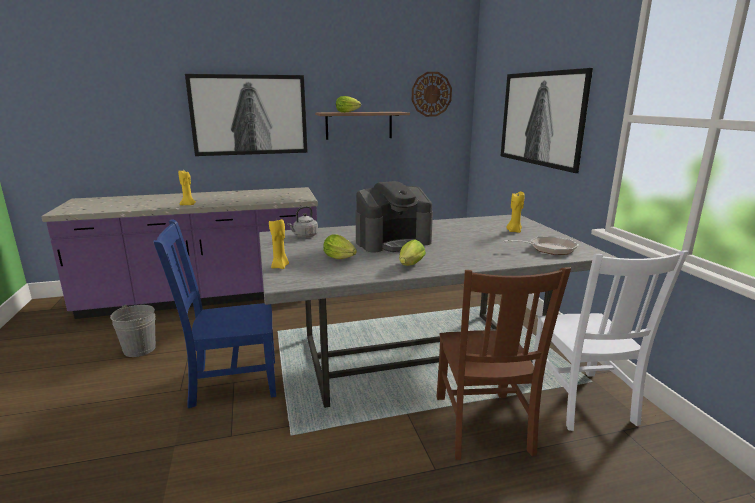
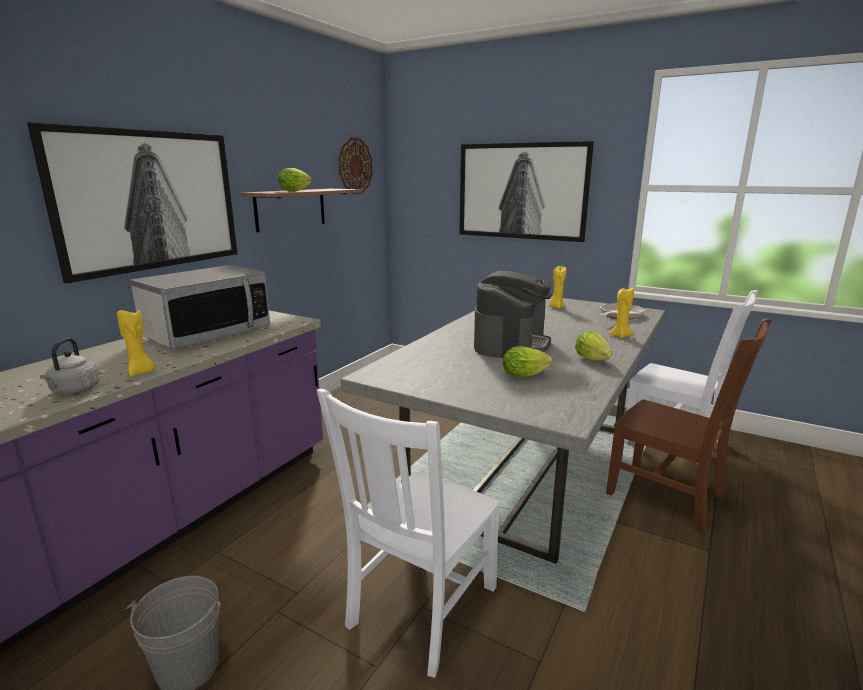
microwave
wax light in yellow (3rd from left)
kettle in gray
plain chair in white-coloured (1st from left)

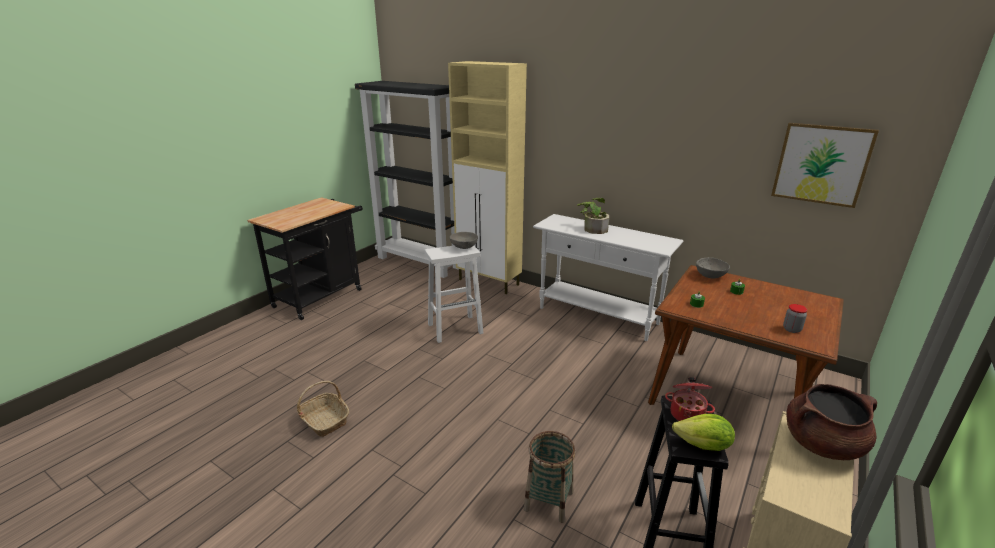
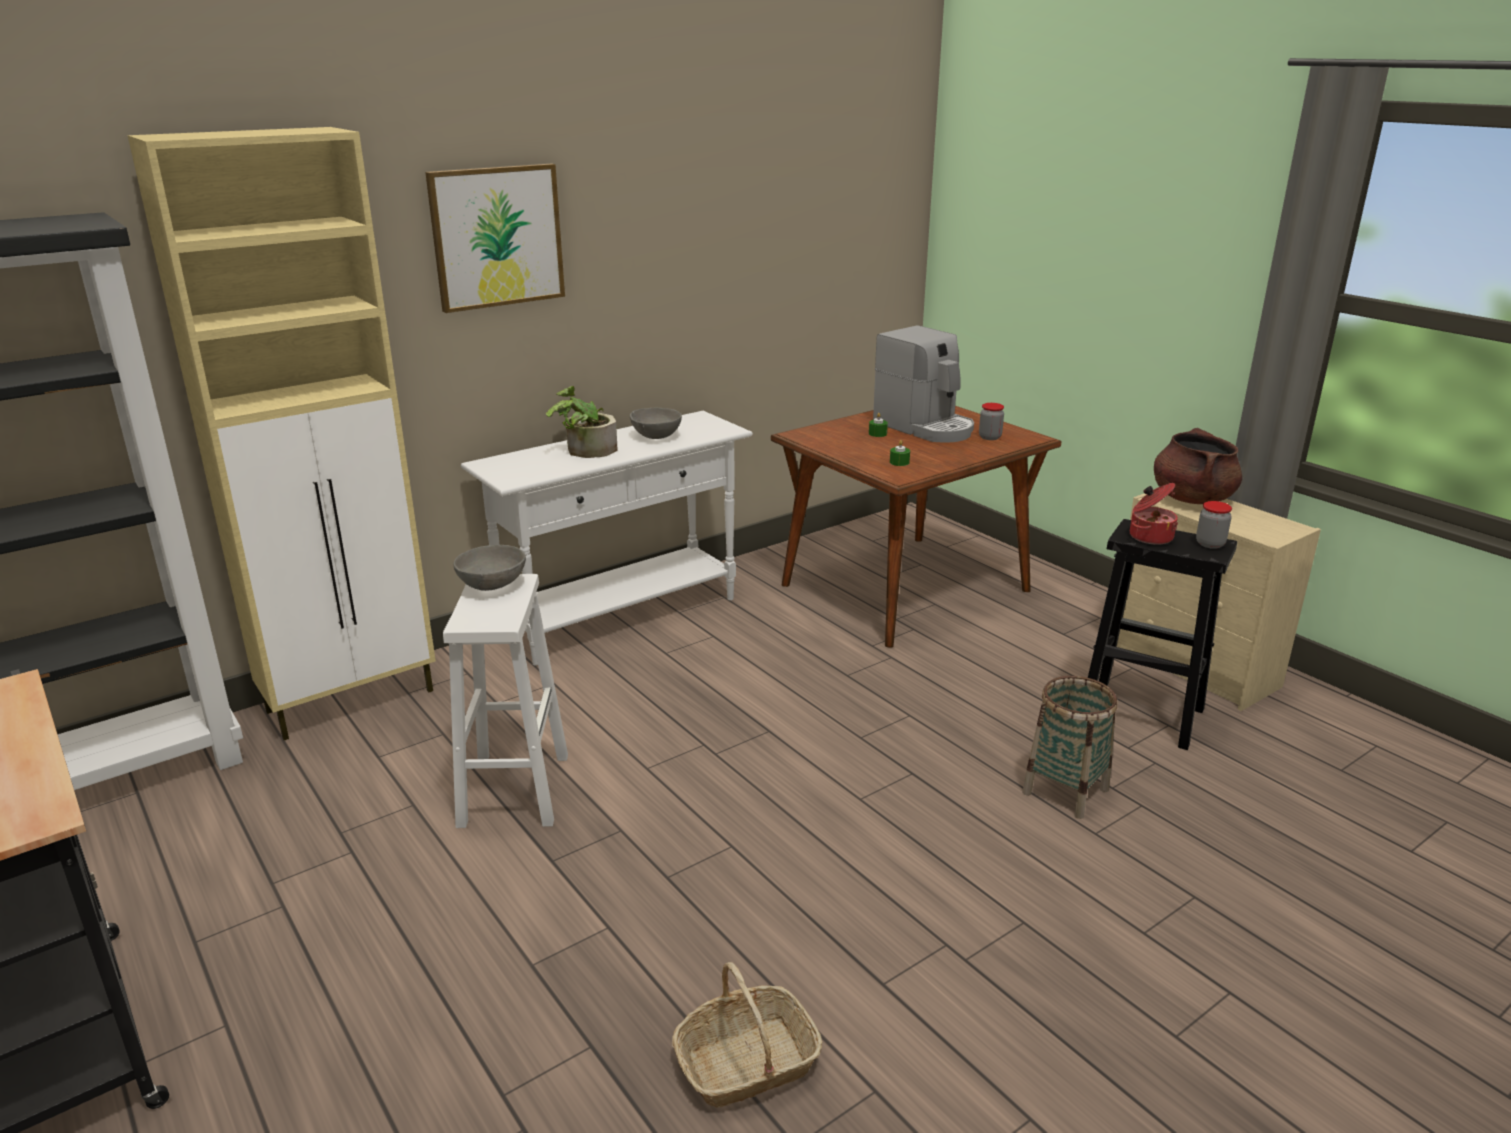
coffee machine
bowl in gray (2nd from left)
wall picture
preserve jar (2nd from left)

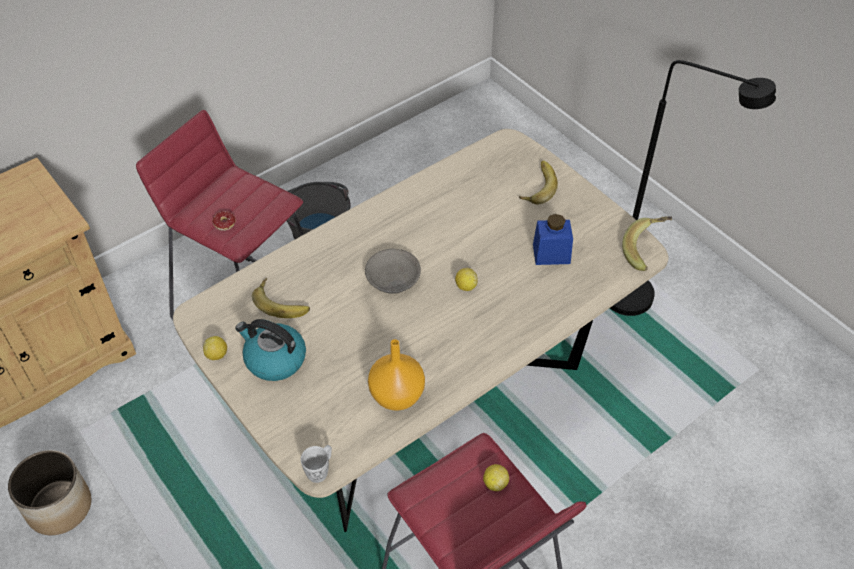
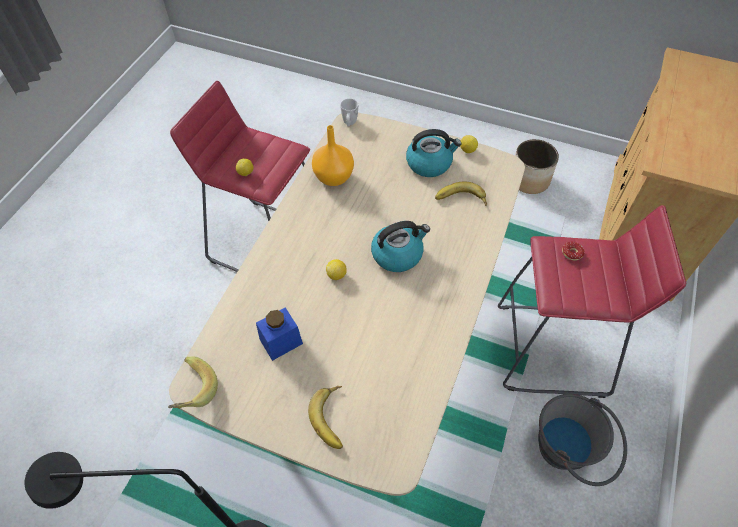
kettle (1st from left)

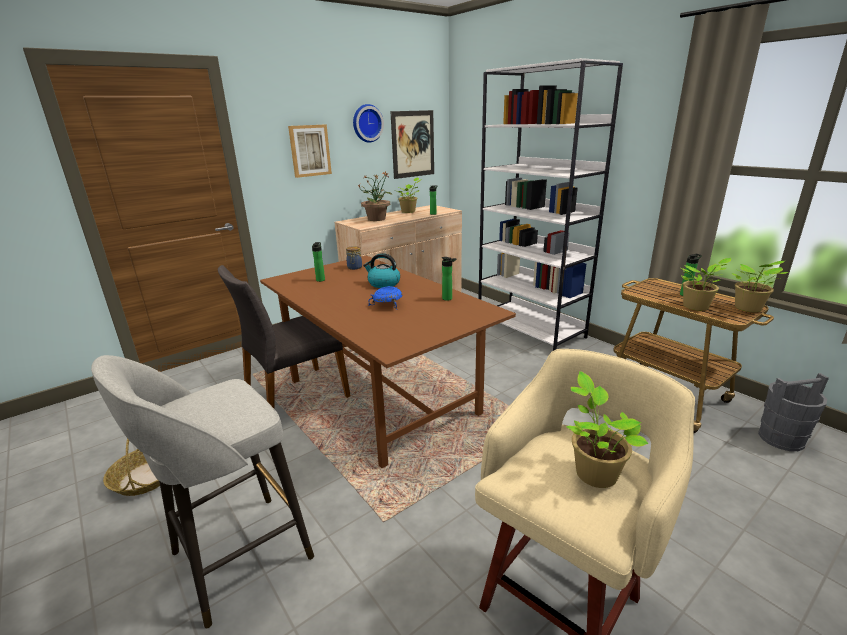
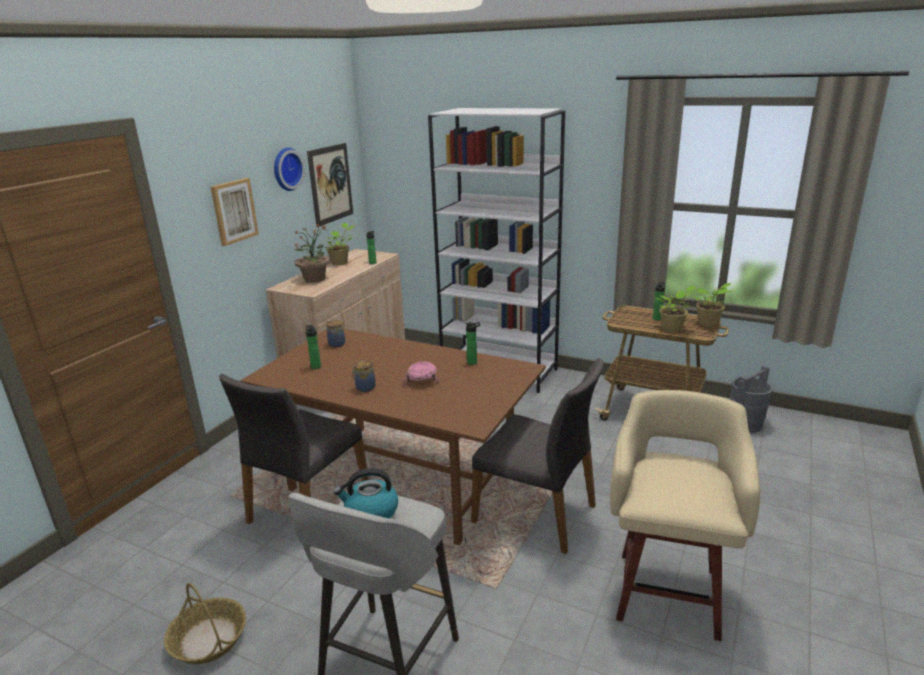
plant in a pot (3rd from left in the first image)
preserve jar (2nd from left)
plain chair in gray (2nd from left)
kettle
bowl in pink-coloured

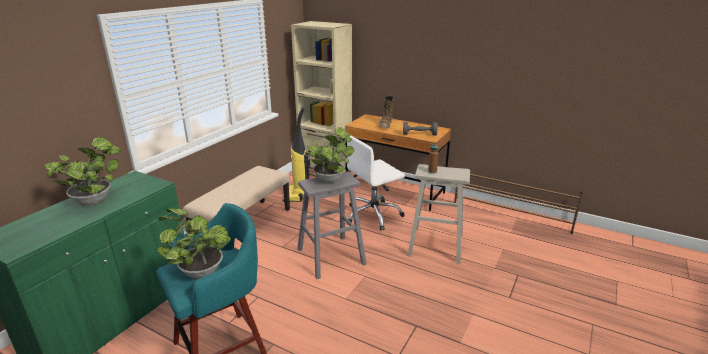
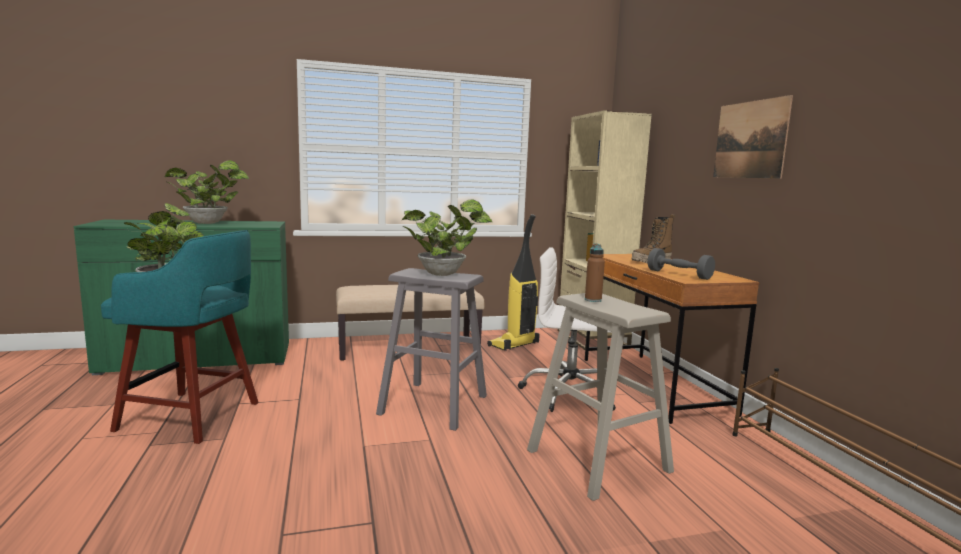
wall picture

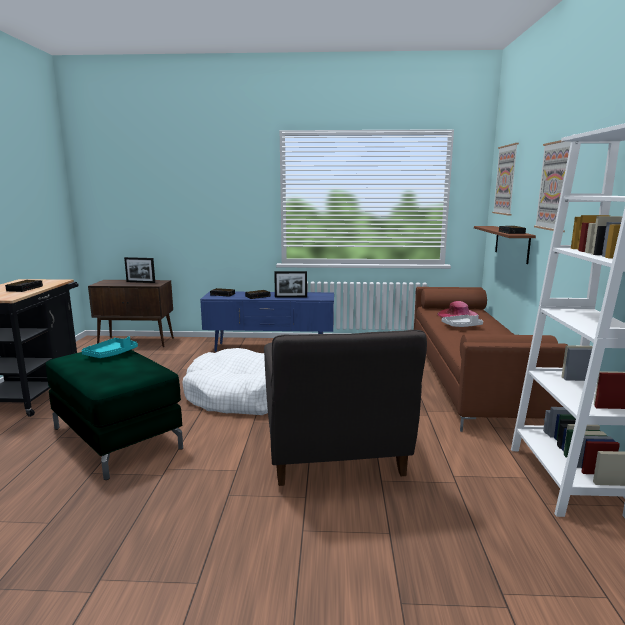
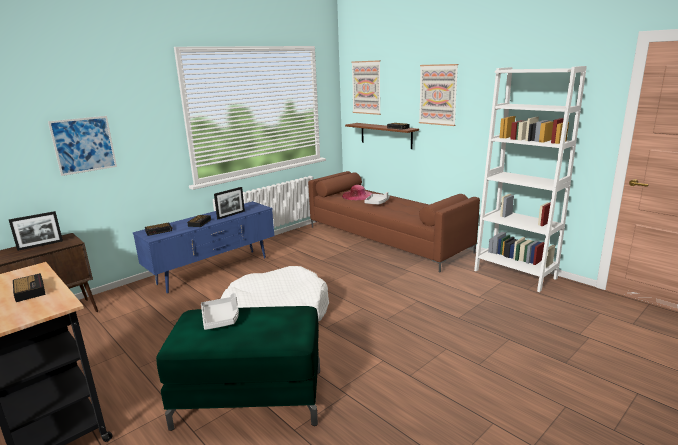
lounge chair in gray
wall picture (1st from left)
tray in gray (1st from left)

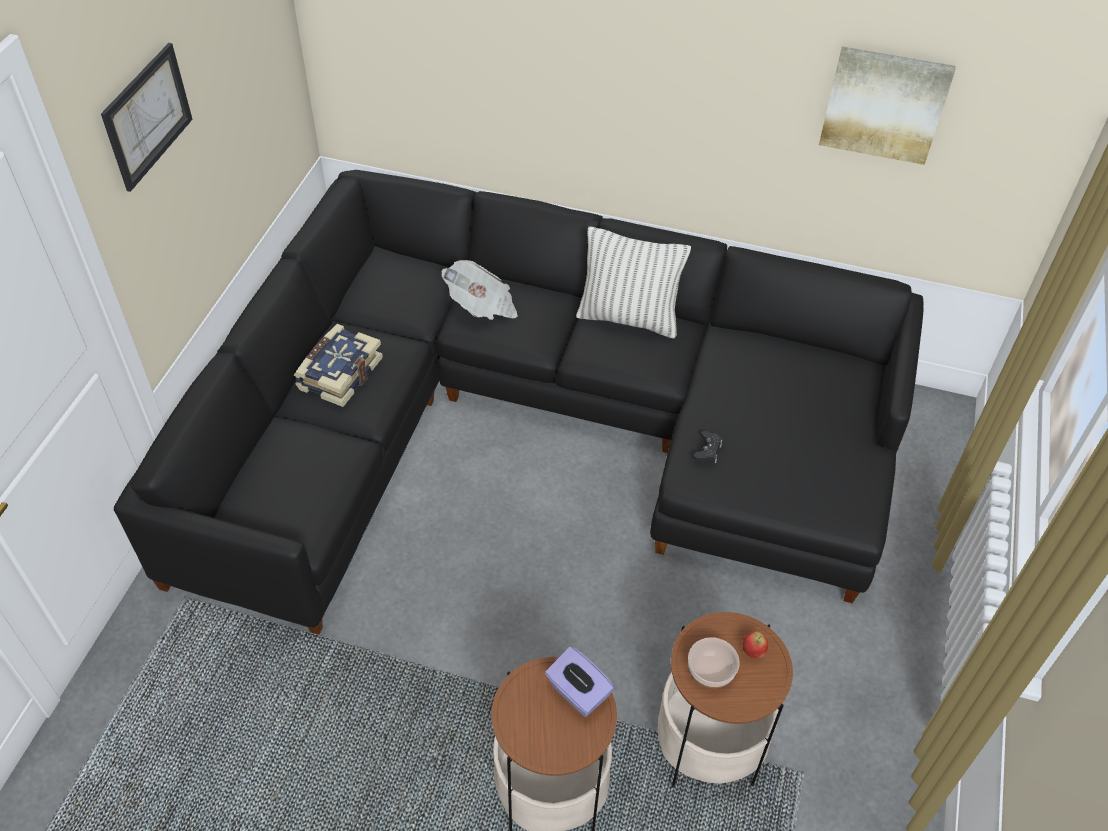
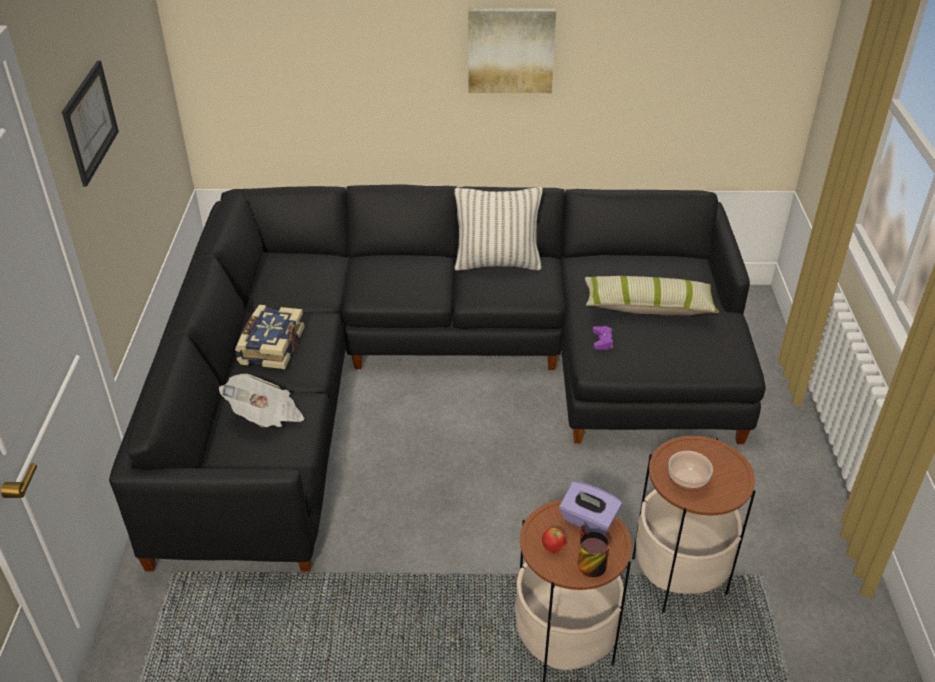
mug
cushion (2nd from left)
printed paper
apple
wall picture (2nd from left)
joypad in purple

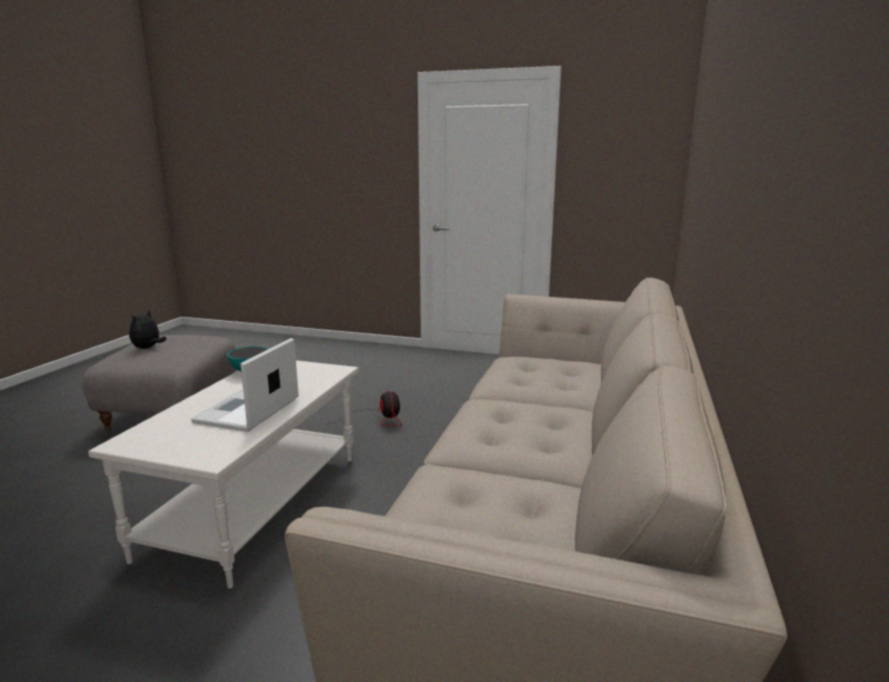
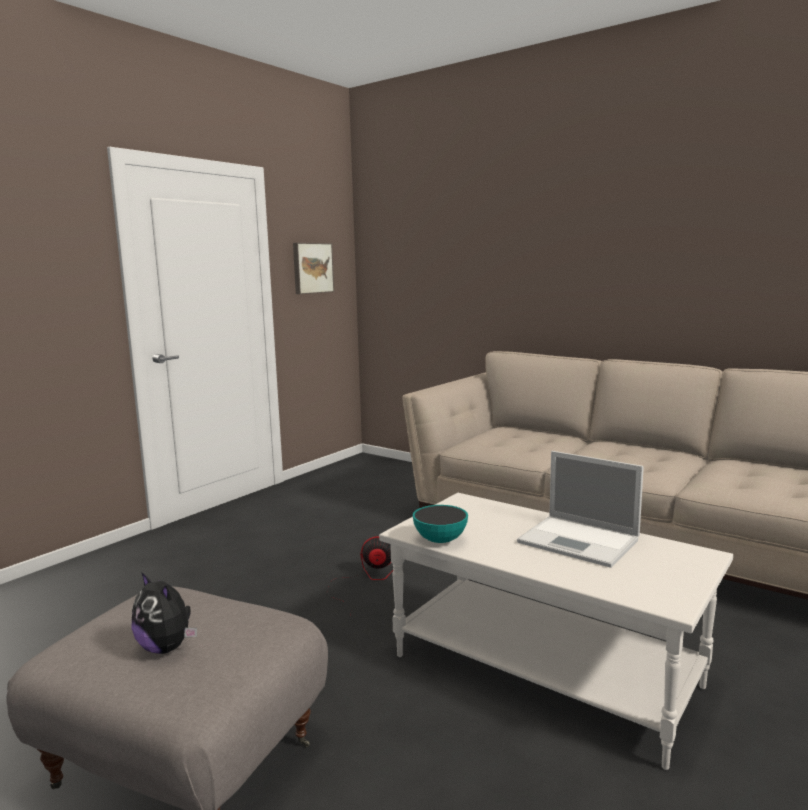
wall picture

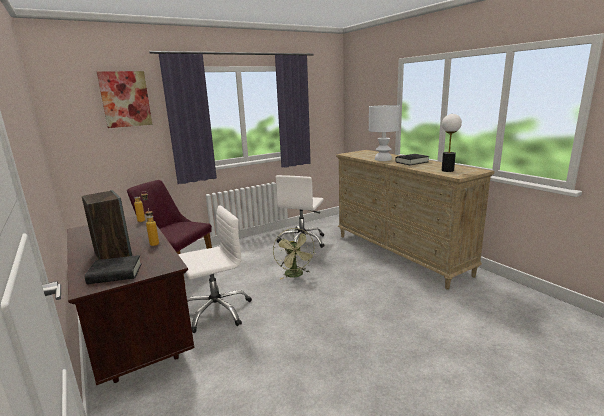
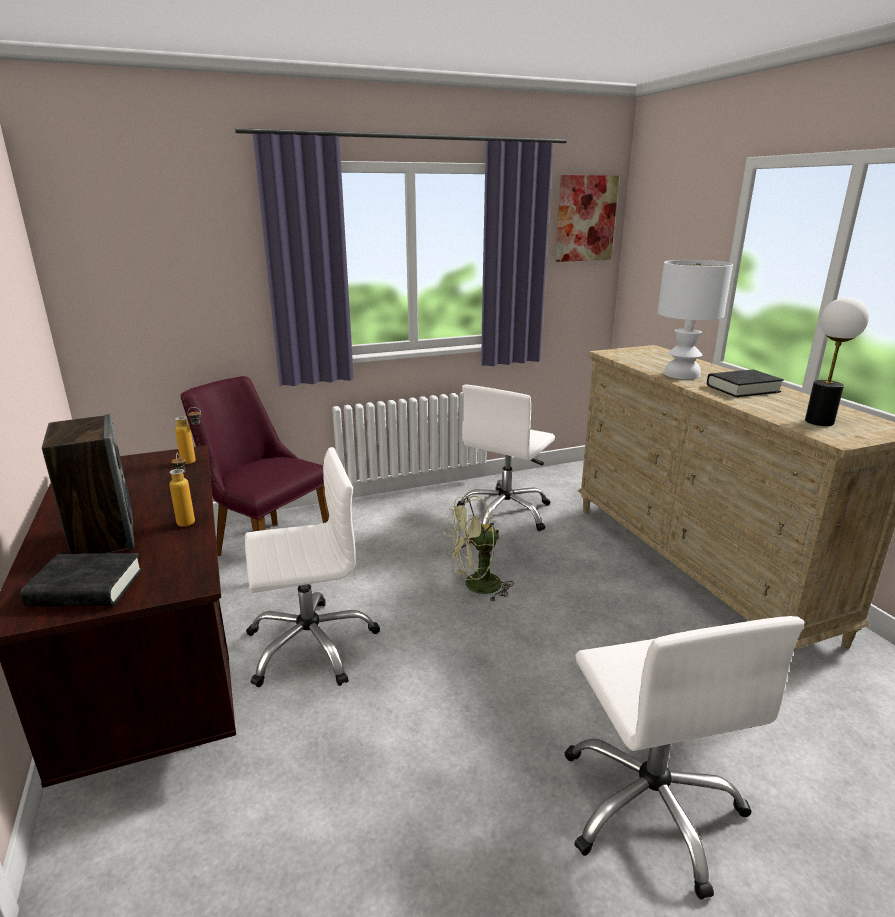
computer chair in white-coloured (3rd from left)
wall picture
electric fan in green

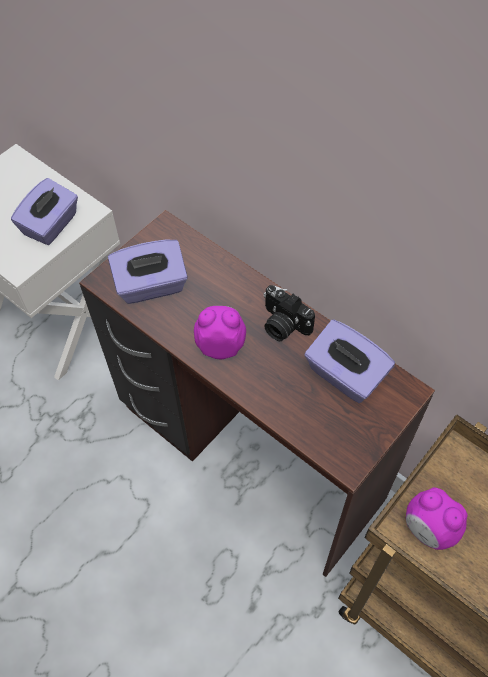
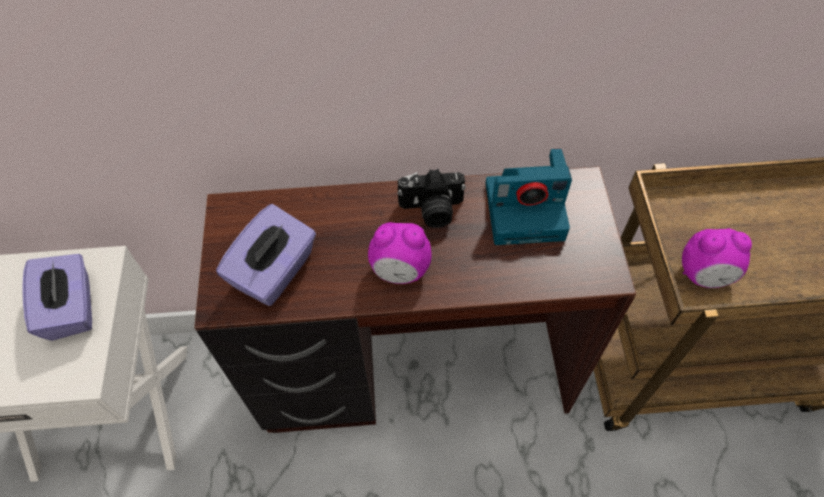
photo camera (2nd from left)
bedside clock (1st from left)

